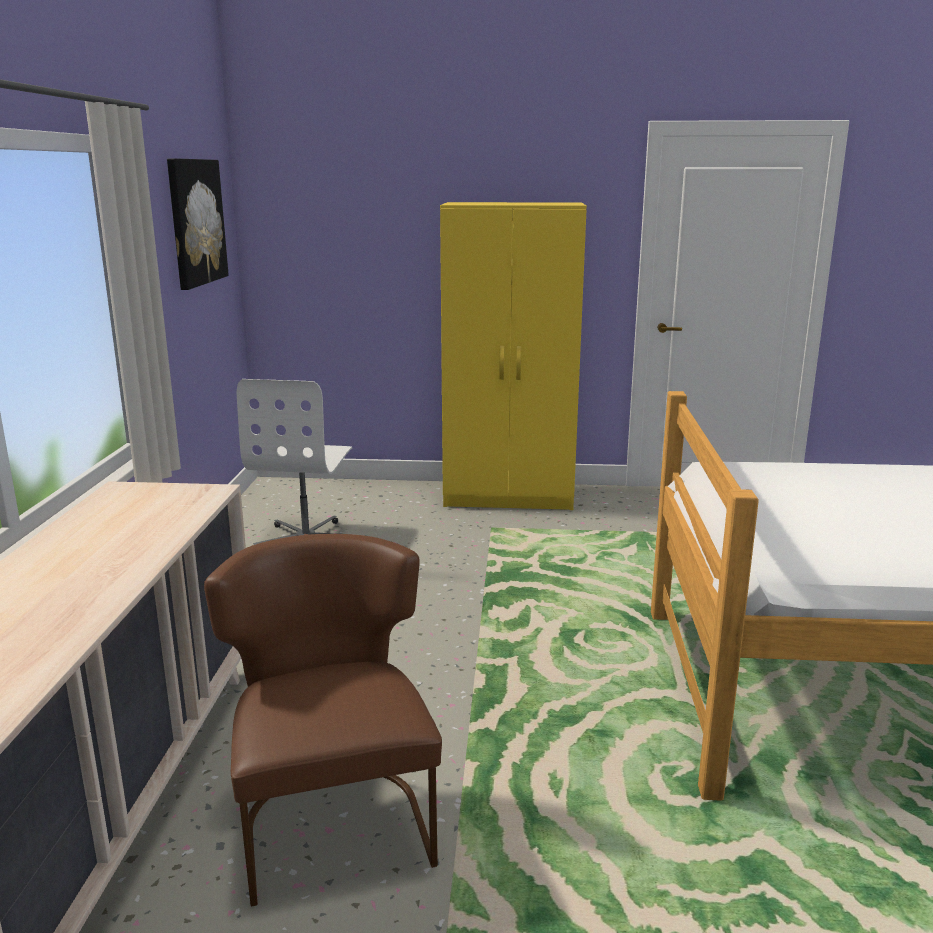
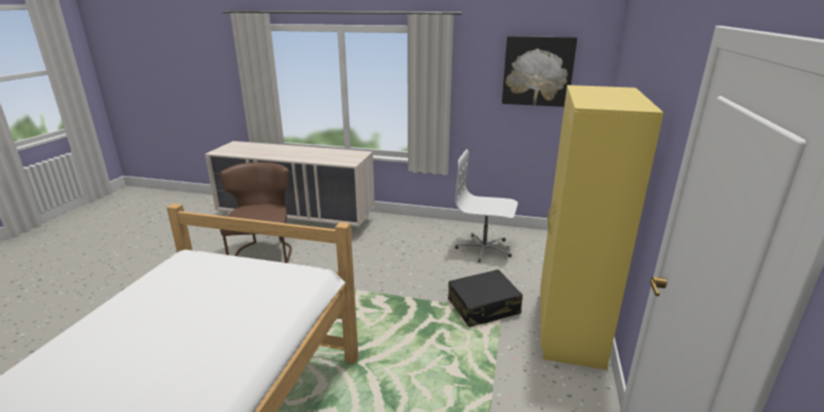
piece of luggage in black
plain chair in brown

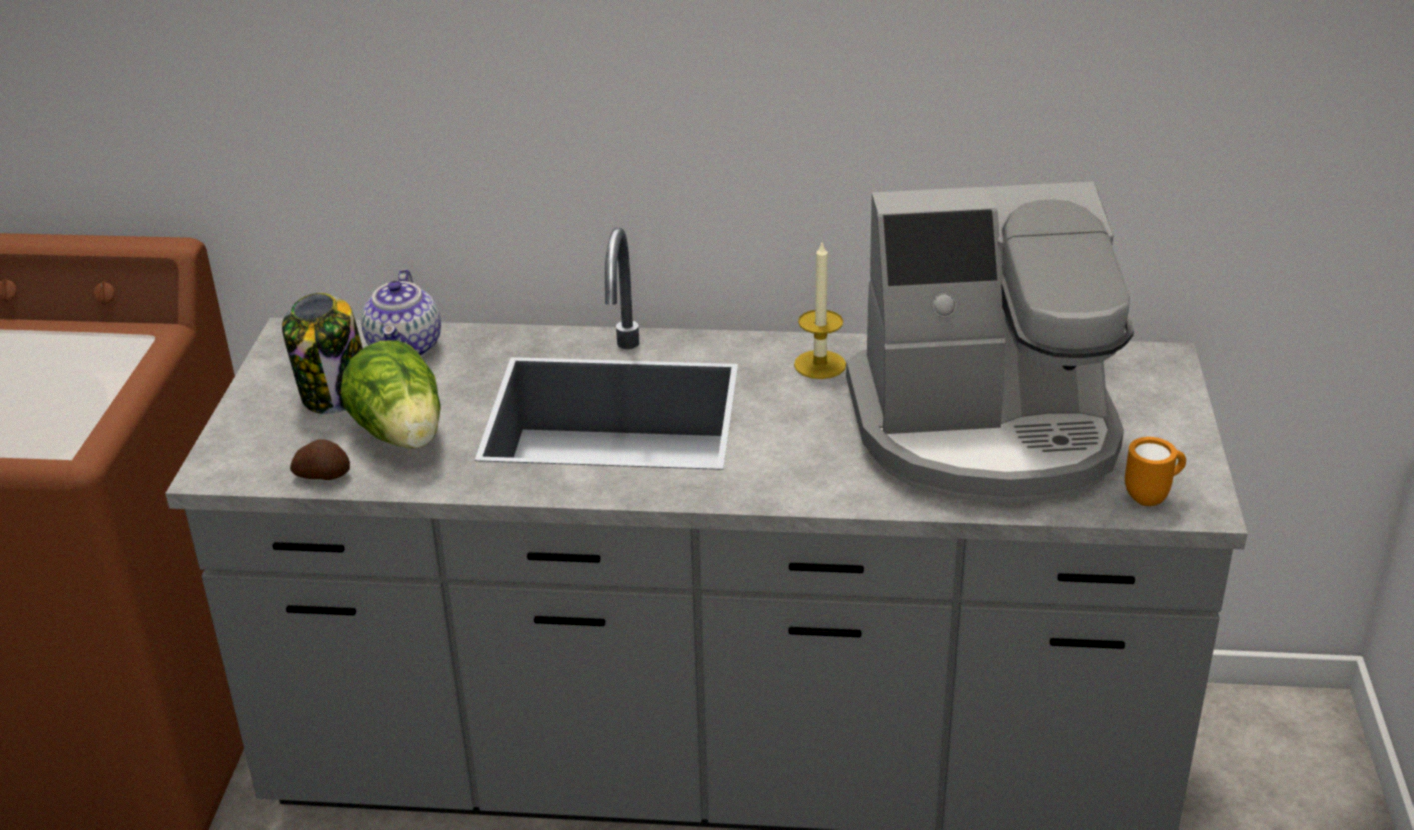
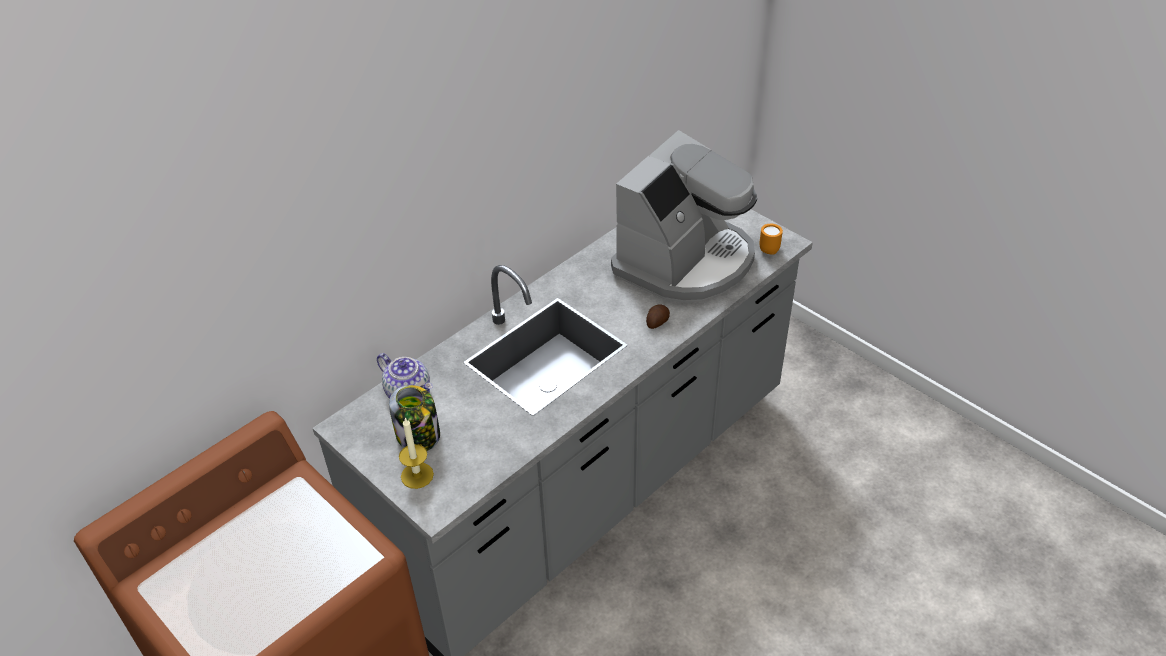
head of lettuce
whole potato
wax light

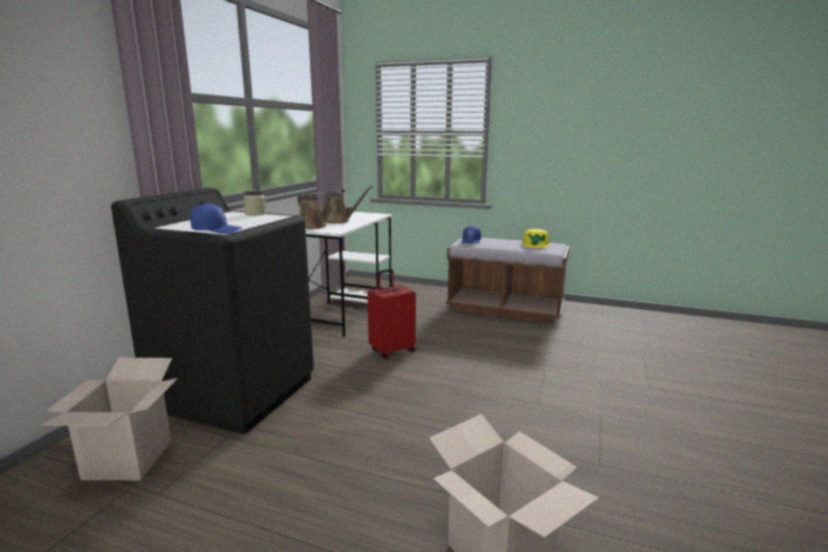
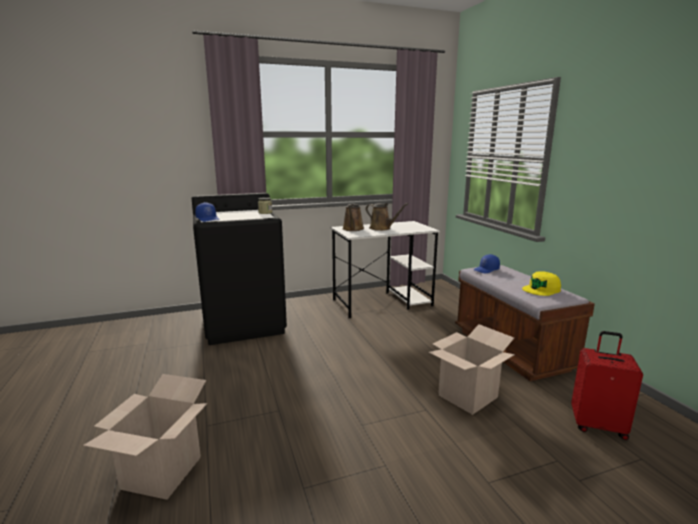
cardboard box (2nd from left)
piece of luggage in red-coloured

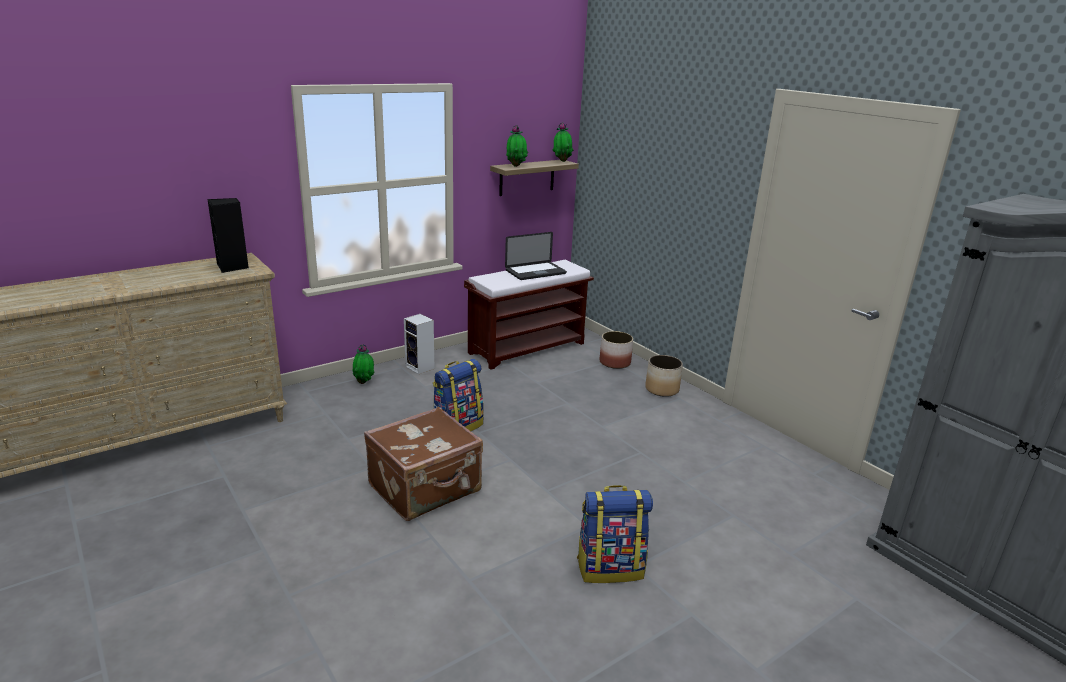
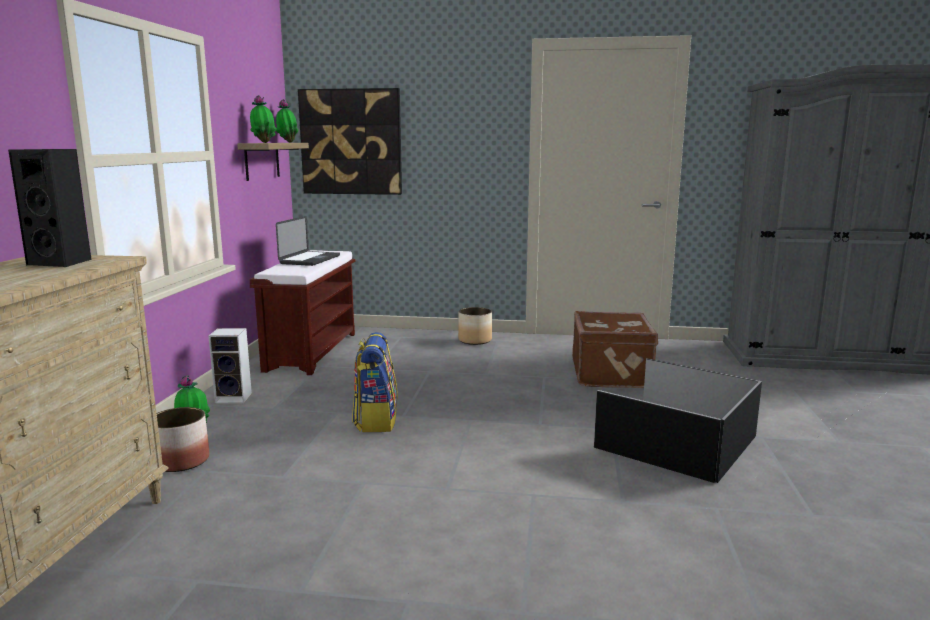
wall picture
piece of luggage in brown
planter (1st from left)
storage bin in black

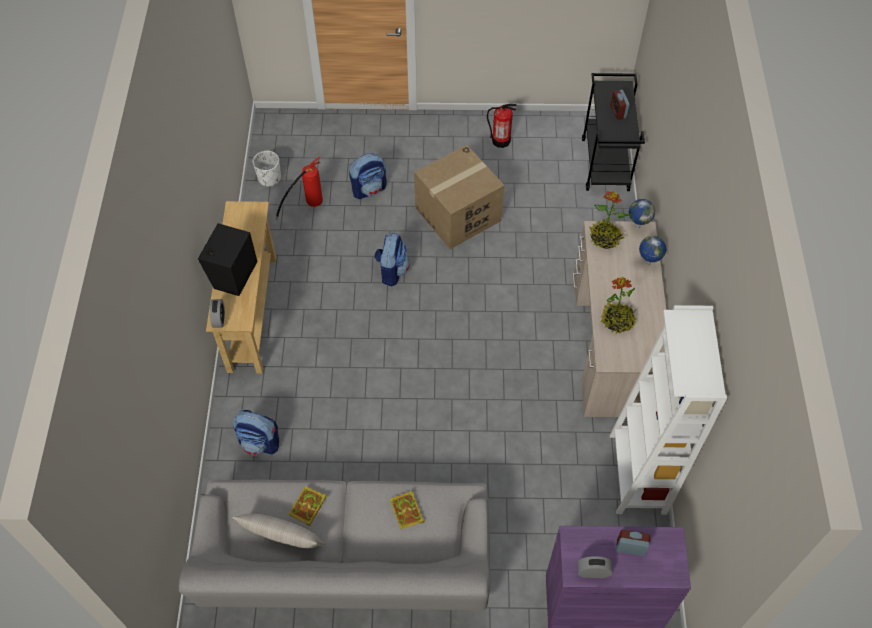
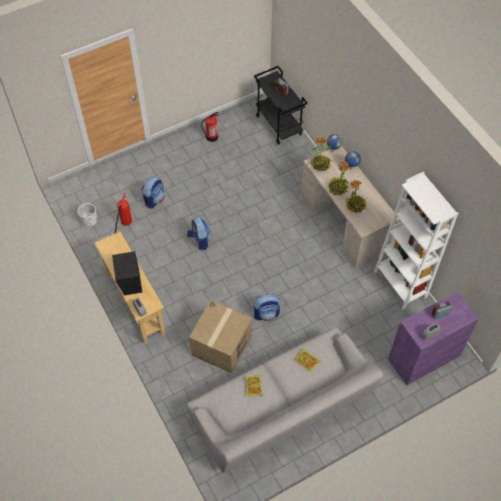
cushion in beige-coloured
plant in a pot (2nd from left)
backpack (3rd from left)
cardboard box

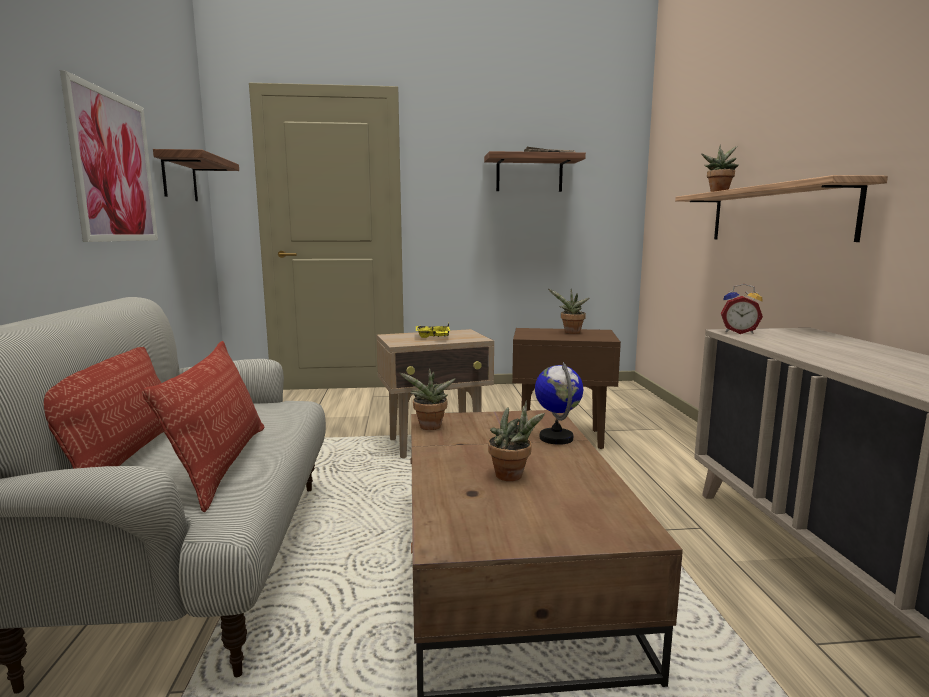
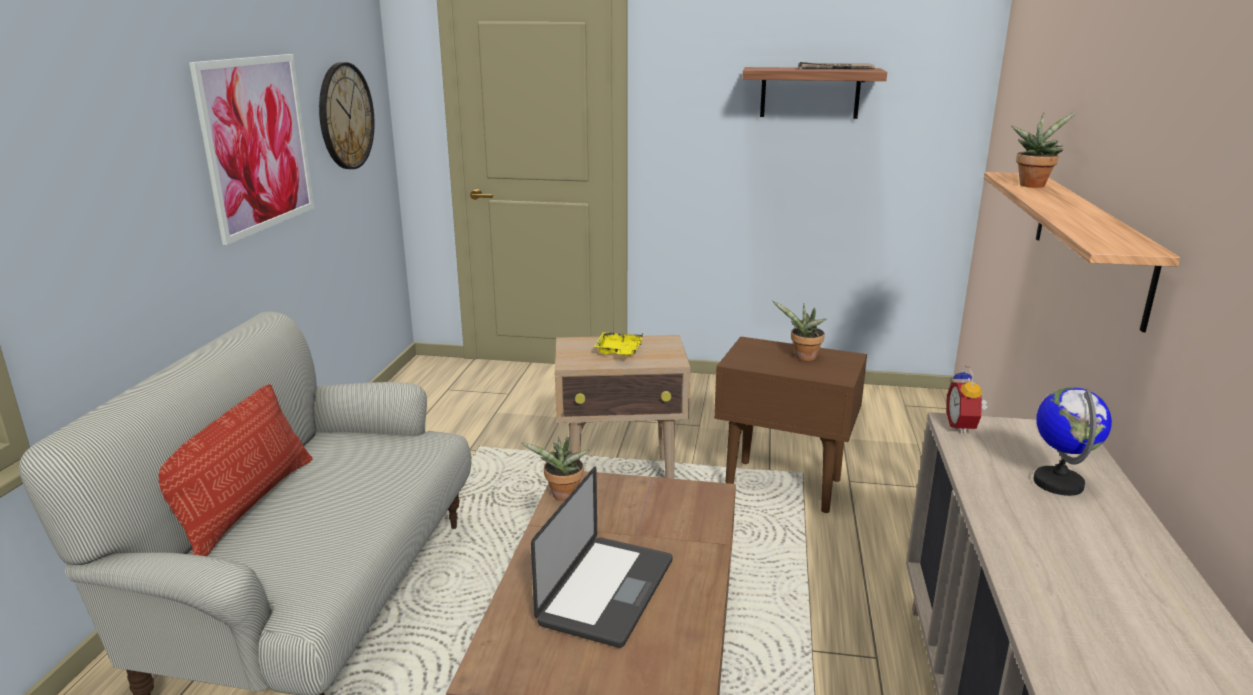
cushion (2nd from left in the first image)
globe
hanging clock
laptop
bedside clock

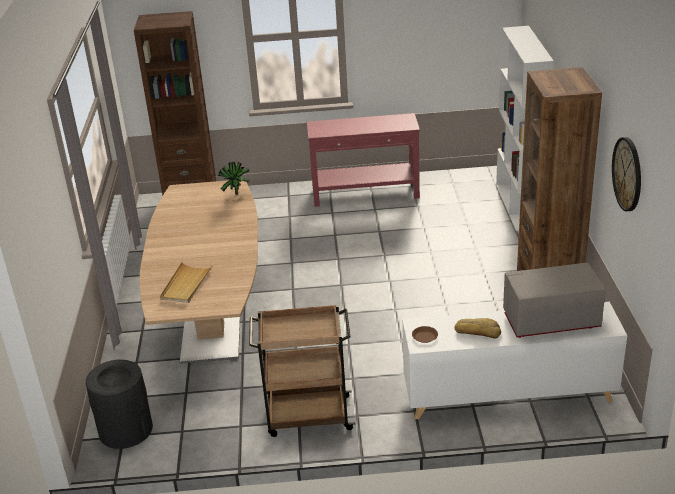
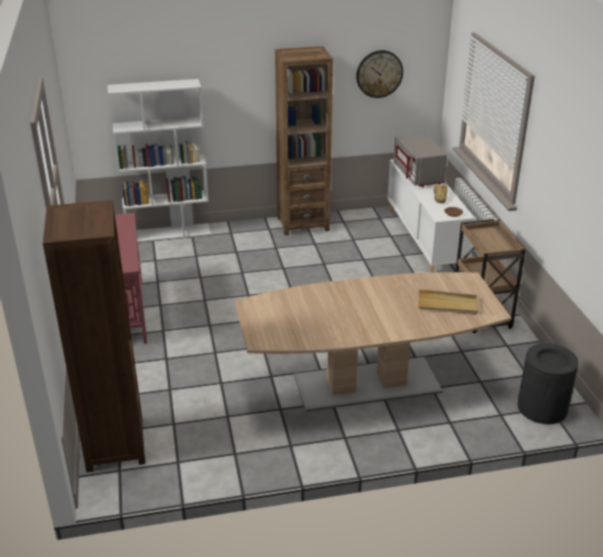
plant in a pot

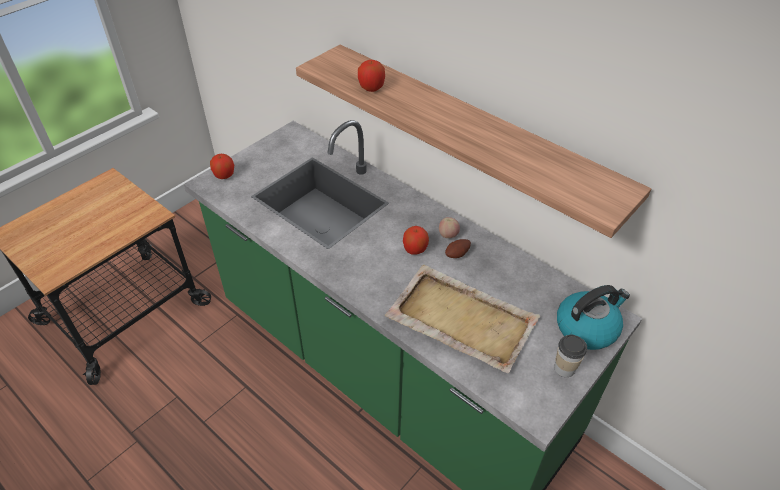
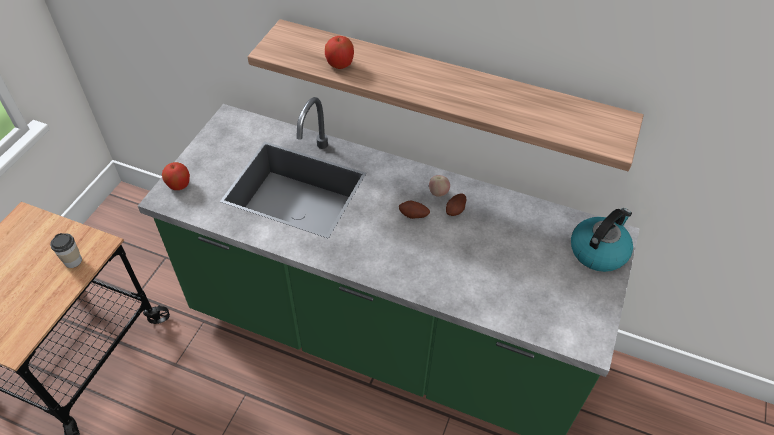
tray in beige-coloured
cup
whole potato (1st from left)

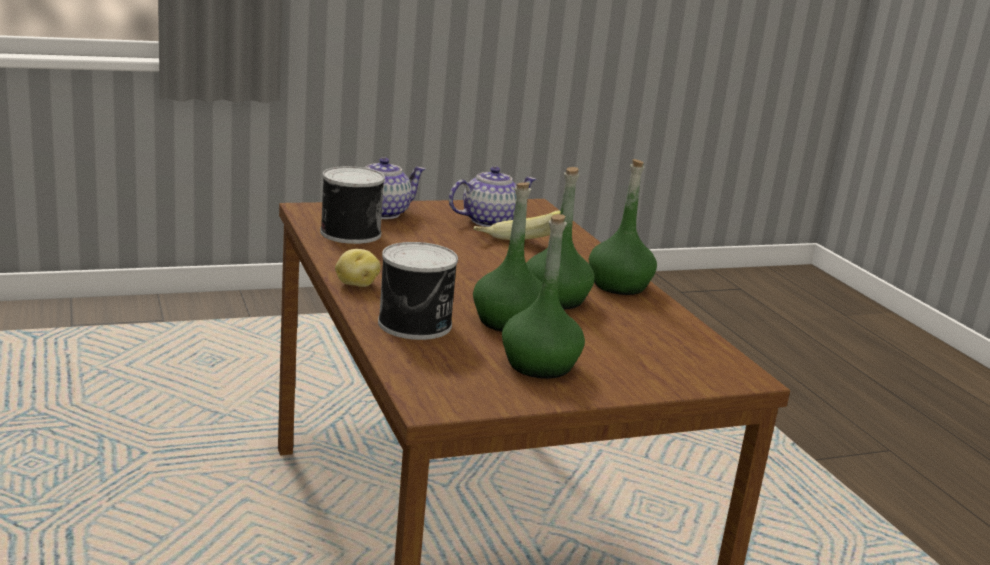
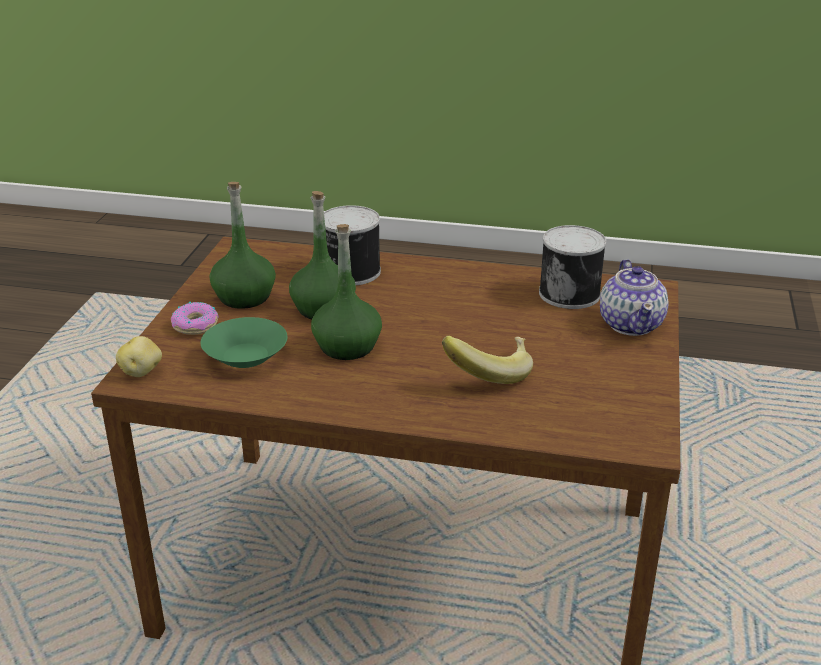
tea pot (2nd from left in the first image)
bottle in green (4th from left in the first image)
donut
bowl in green
whole potato

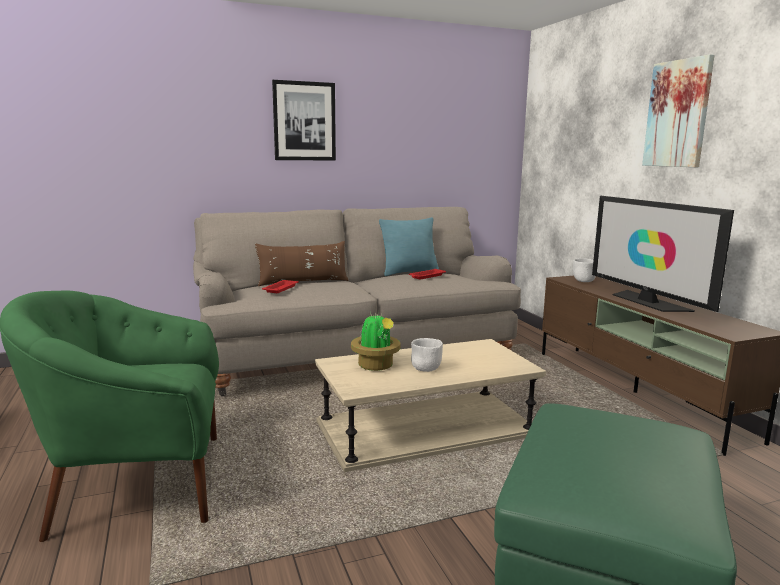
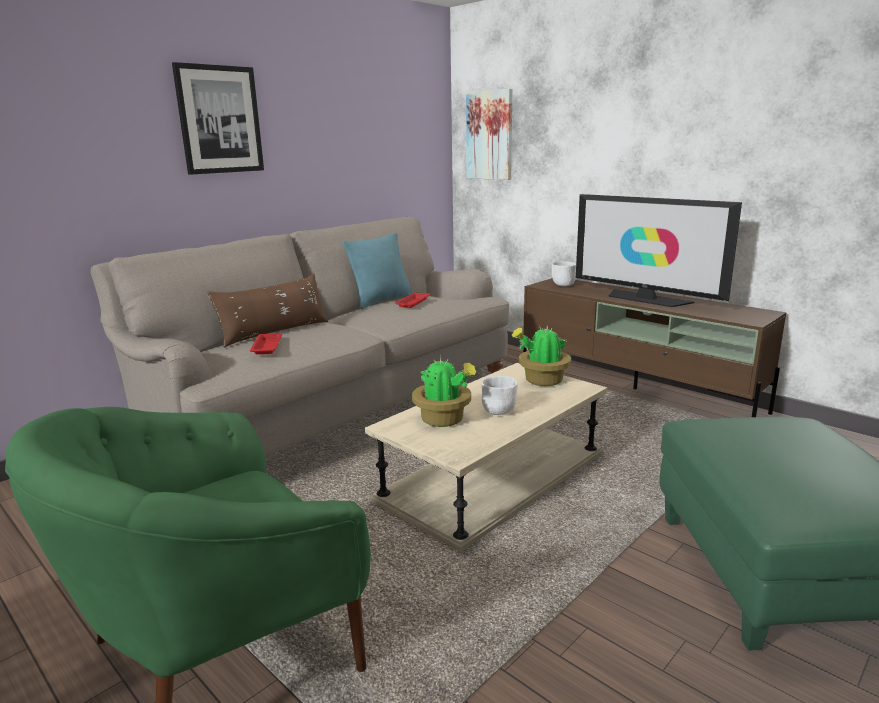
plant in a pot (2nd from left)
wall picture (2nd from left)

